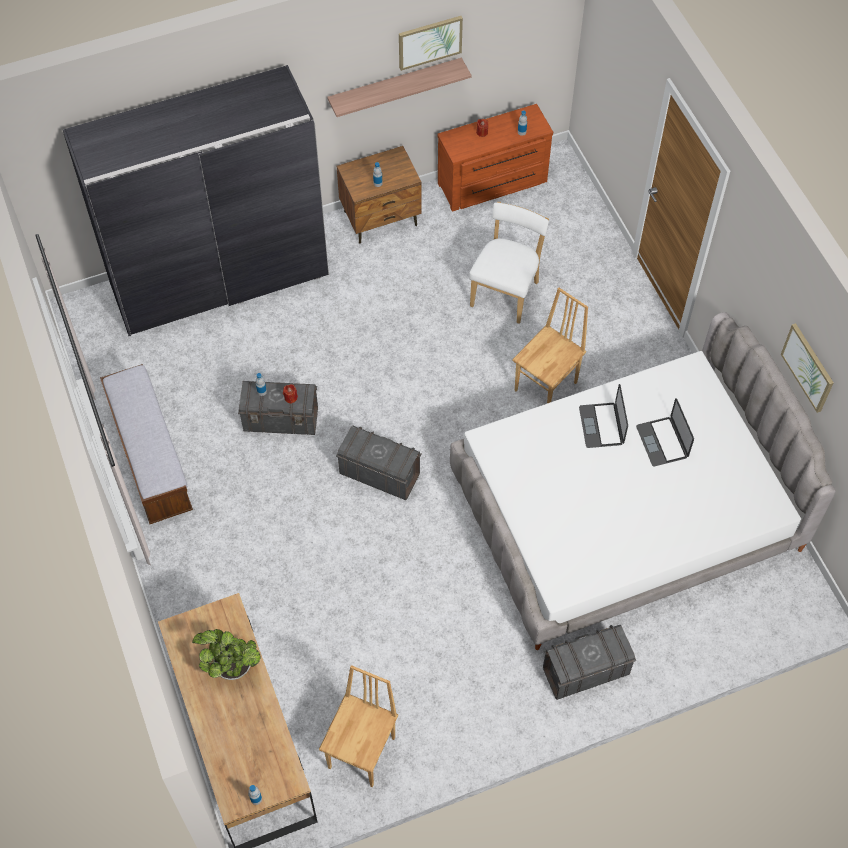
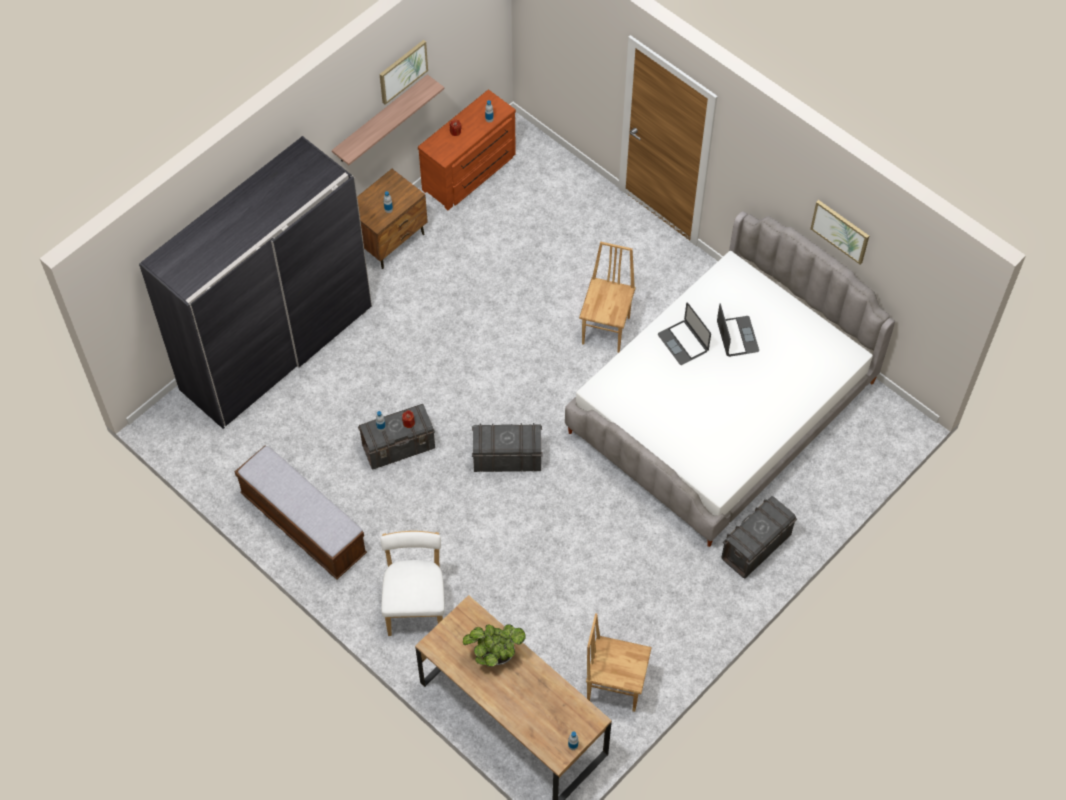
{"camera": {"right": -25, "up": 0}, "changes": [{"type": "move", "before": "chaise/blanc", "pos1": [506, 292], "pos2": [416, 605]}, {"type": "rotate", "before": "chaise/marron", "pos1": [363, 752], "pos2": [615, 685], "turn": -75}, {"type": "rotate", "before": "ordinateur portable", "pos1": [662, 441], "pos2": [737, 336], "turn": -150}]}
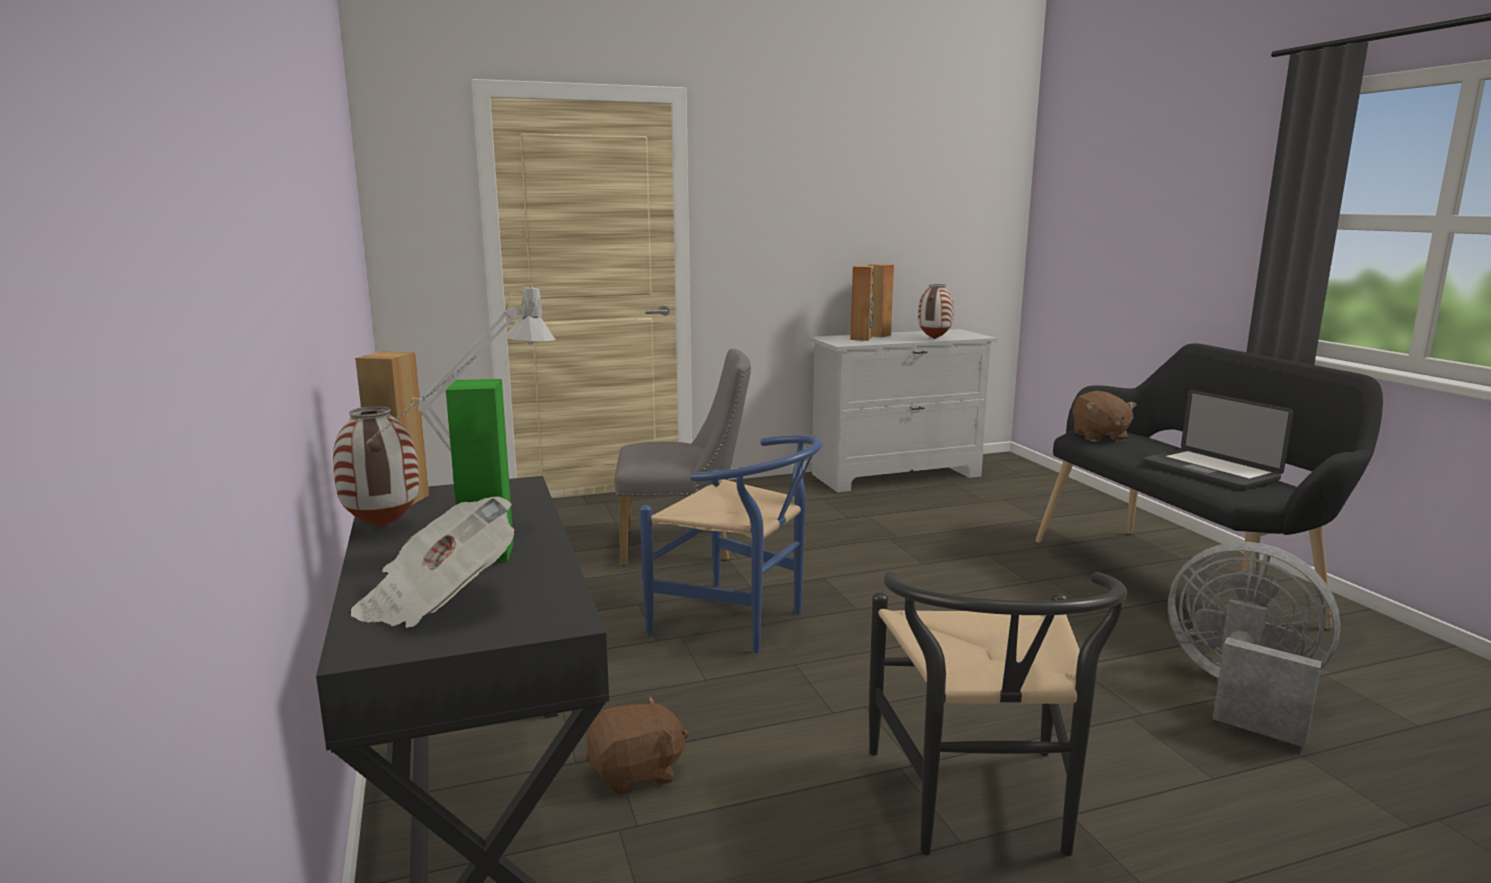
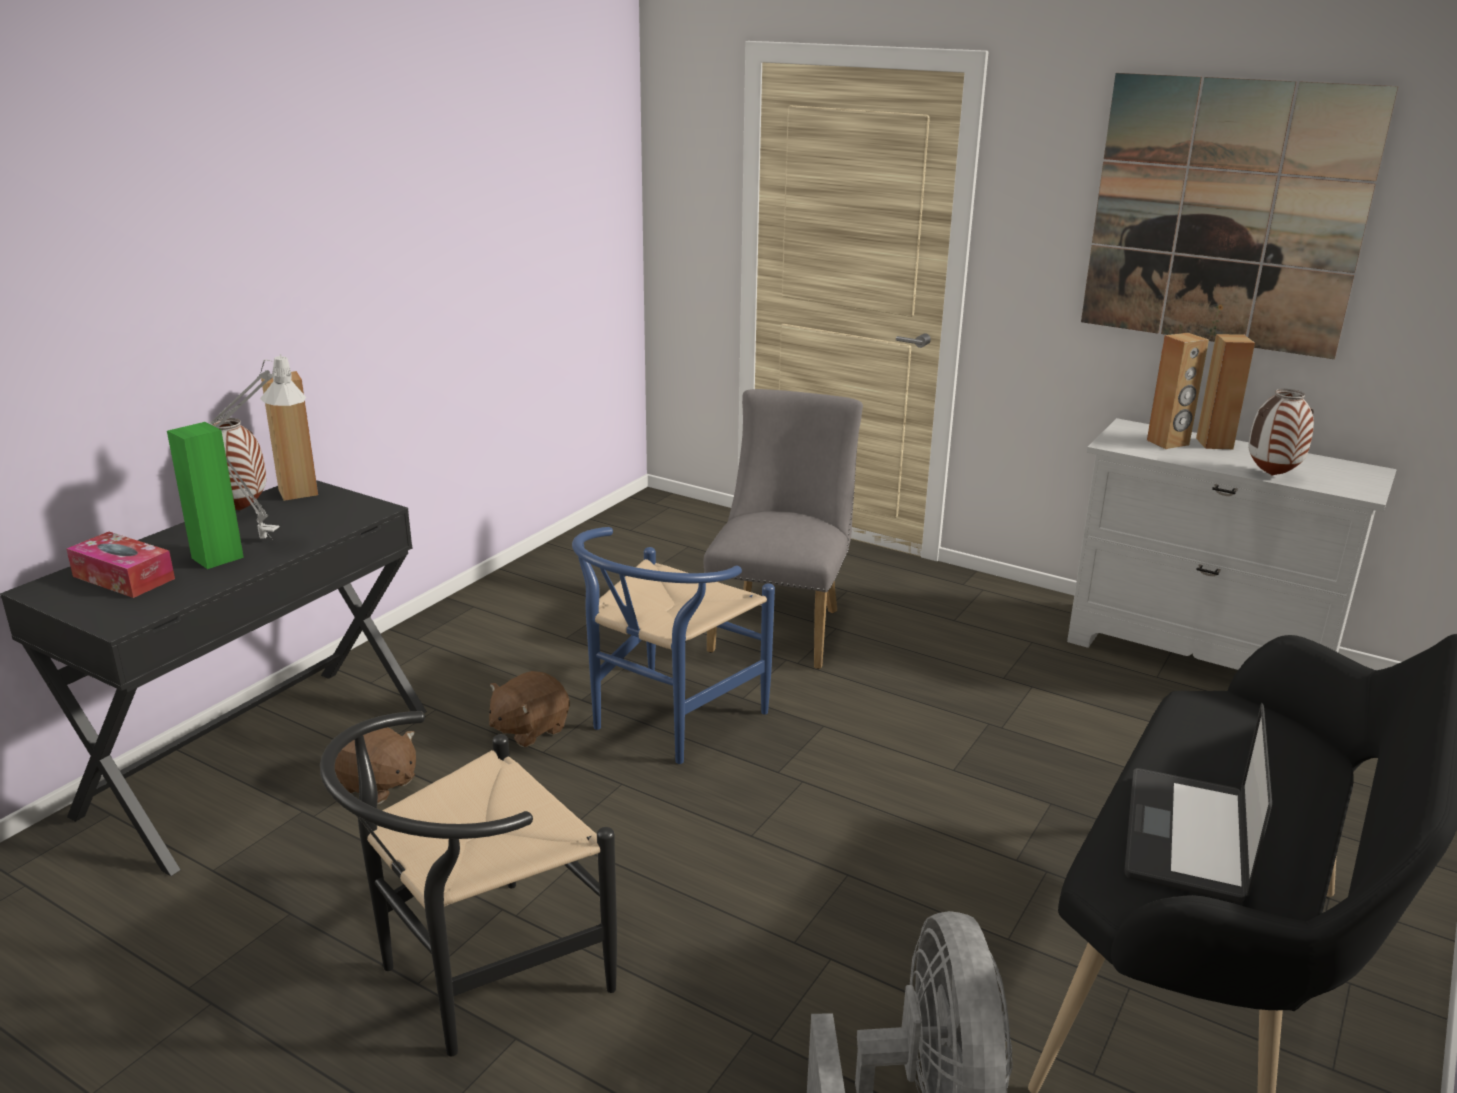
{"camera": {"right": 50, "up": 10}, "changes": [{"type": "insert", "after": "tableau", "pos2": [1225, 214]}, {"type": "move", "before": "peluche/marron", "pos1": [1099, 436], "pos2": [529, 729]}, {"type": "replace", "before": "journal", "after": "boîte à mouchoirs", "pos1": [438, 600], "pos2": [124, 577]}, {"type": "rotate", "before": "chaise/gris", "pos1": [685, 546], "pos2": [781, 626], "turn": -120}, {"type": "rotate", "before": "chaise/bleu", "pos1": [740, 622], "pos2": [665, 722], "turn": 45}]}
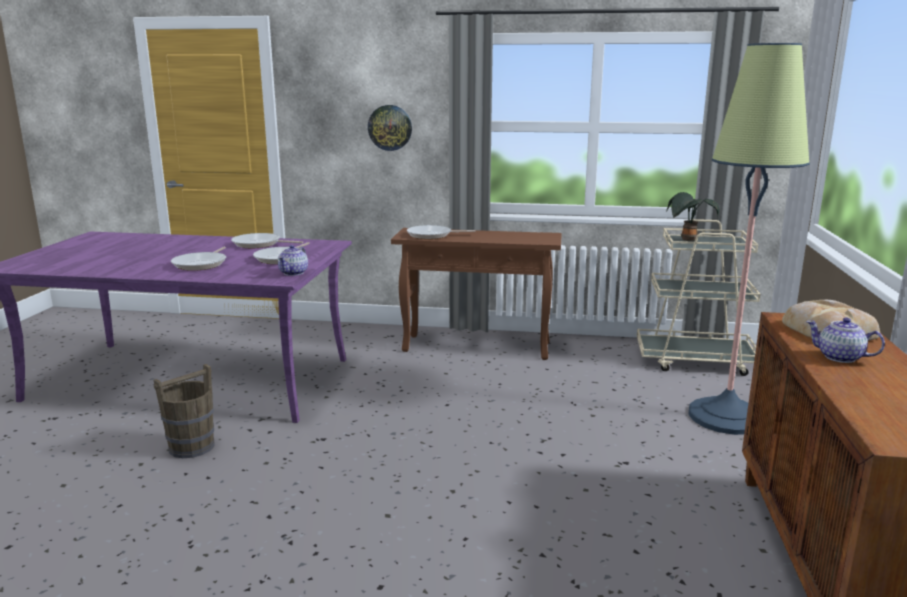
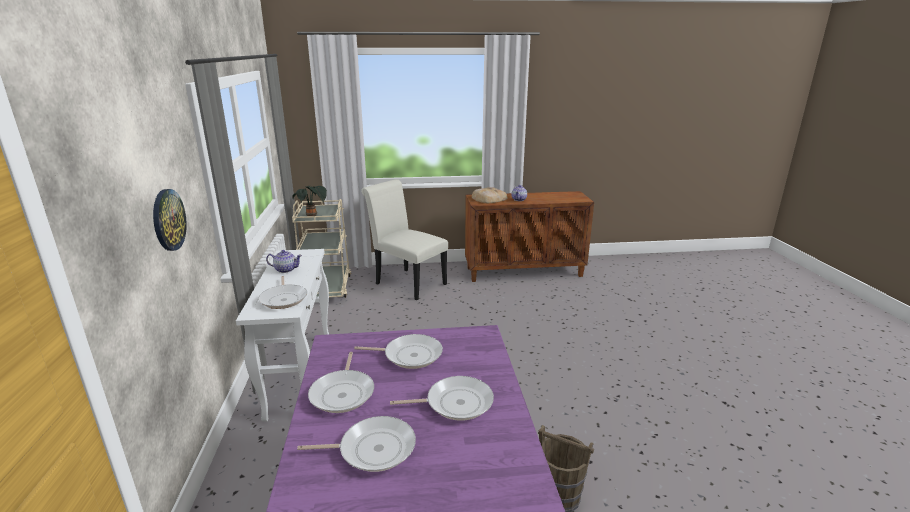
{"camera": {"right": -105, "up": 5}, "changes": [{"type": "insert", "after": "poêle", "pos2": [373, 449]}, {"type": "move", "before": "théière", "pos1": [294, 273], "pos2": [285, 269]}, {"type": "replace", "before": "lampadaire", "after": "chaise/blanc", "pos1": [726, 417], "pos2": [407, 283]}, {"type": "recolor", "before": "table console/marron", "after": "table console/blanc", "pos1": [478, 347], "pos2": [299, 374]}]}
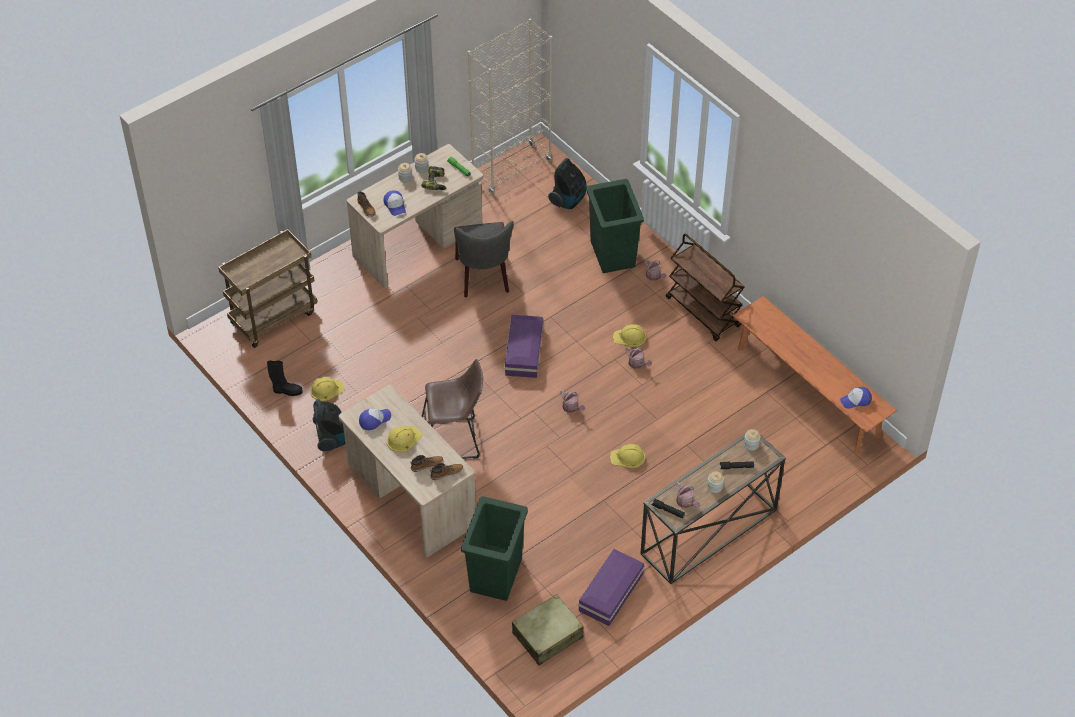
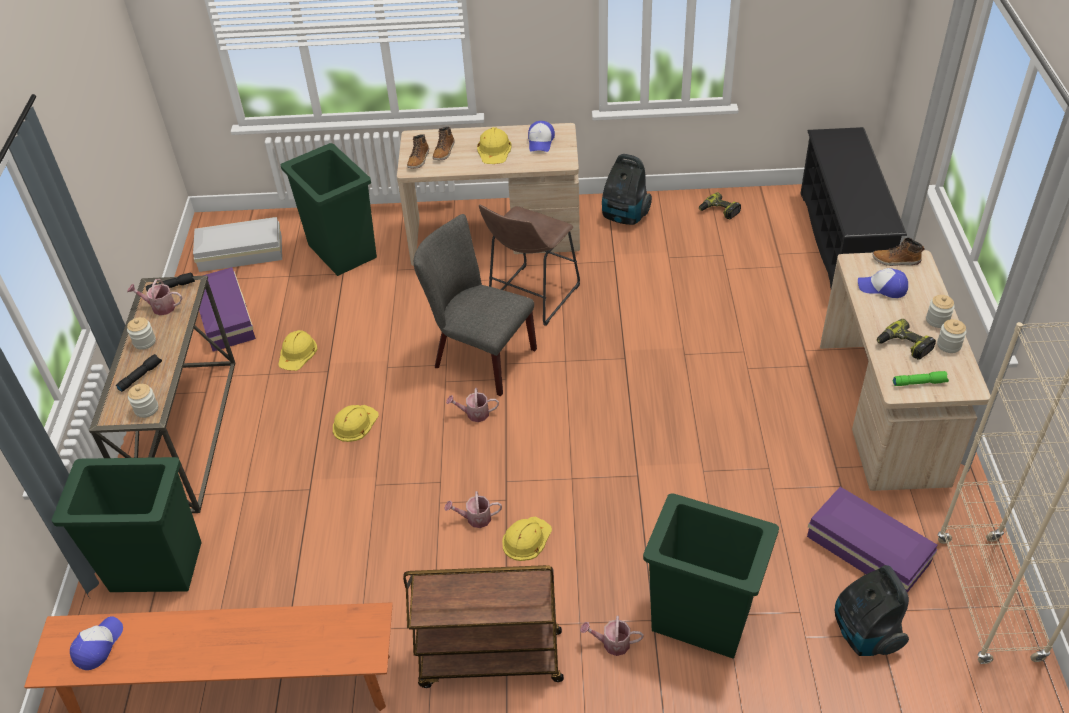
{"camera": {"right": 130, "up": -5}, "changes": [{"type": "insert", "after": "poubelle/vert", "pos2": [155, 566]}, {"type": "move", "before": "casque de chantier/jaune", "pos1": [326, 389], "pos2": [297, 353]}, {"type": "move", "before": "chaise/gris", "pos1": [484, 278], "pos2": [478, 357]}, {"type": "move", "before": "boîte de rangement/violet", "pos1": [525, 351], "pos2": [869, 551]}, {"type": "replace", "before": "chariot/marron", "after": "étagère à chaussures/noir", "pos1": [273, 316], "pos2": [842, 241]}, {"type": "replace", "before": "botte/noir", "after": "perceuse", "pos1": [286, 391], "pos2": [718, 211]}, {"type": "replace", "before": "valise/beige", "after": "boîte de rangement/blanc", "pos1": [548, 635], "pos2": [242, 253]}]}
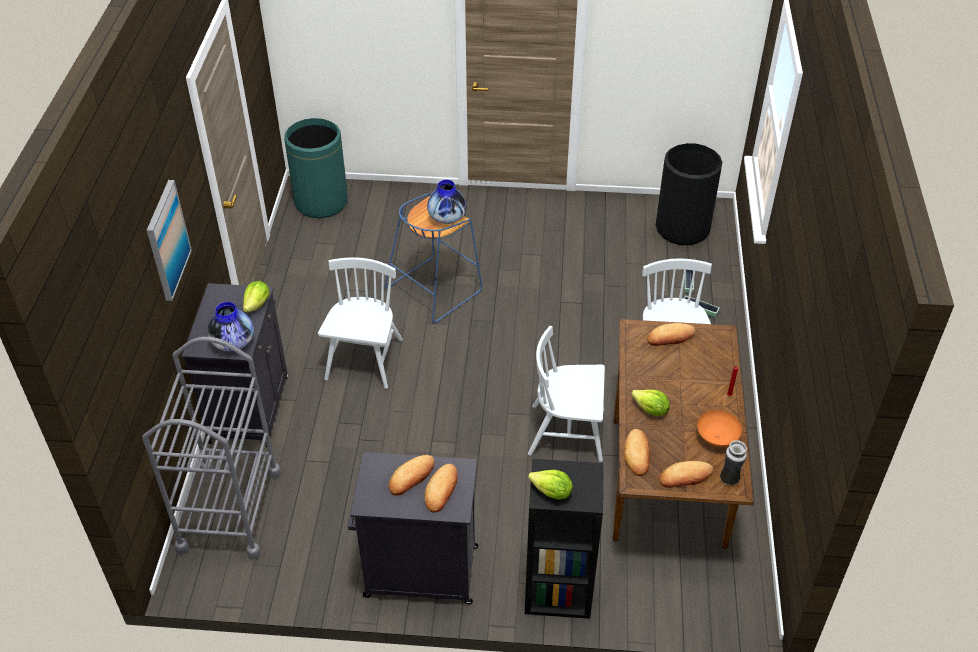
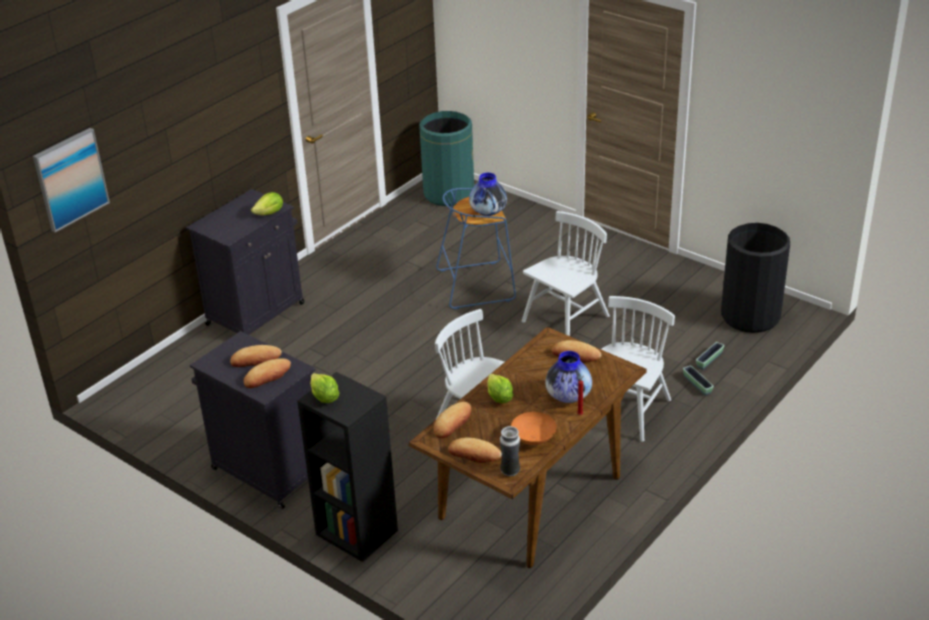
{"camera": {"right": 35, "up": -10}, "changes": [{"type": "delete", "before": "chariot/gris", "pos1": [229, 510]}, {"type": "move", "before": "tableau", "pos1": [167, 240], "pos2": [70, 179]}, {"type": "move", "before": "vase", "pos1": [233, 342], "pos2": [568, 395]}, {"type": "move", "before": "chaise/blanc", "pos1": [364, 359], "pos2": [565, 319]}]}
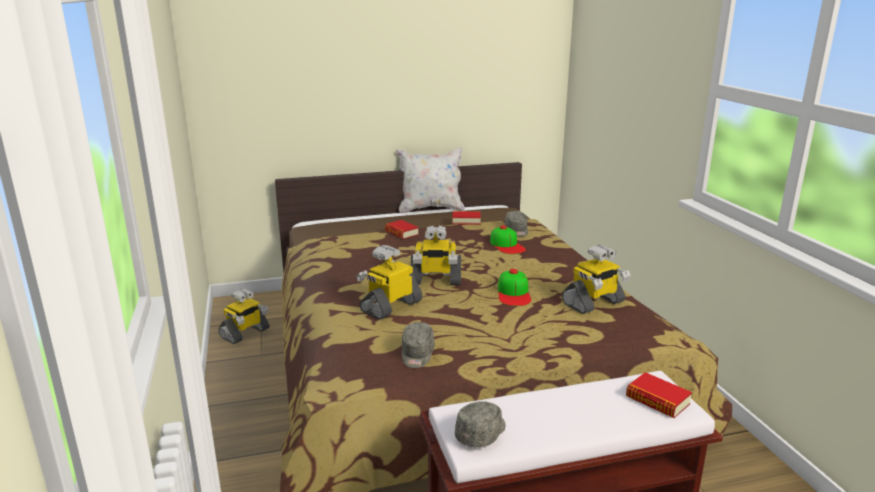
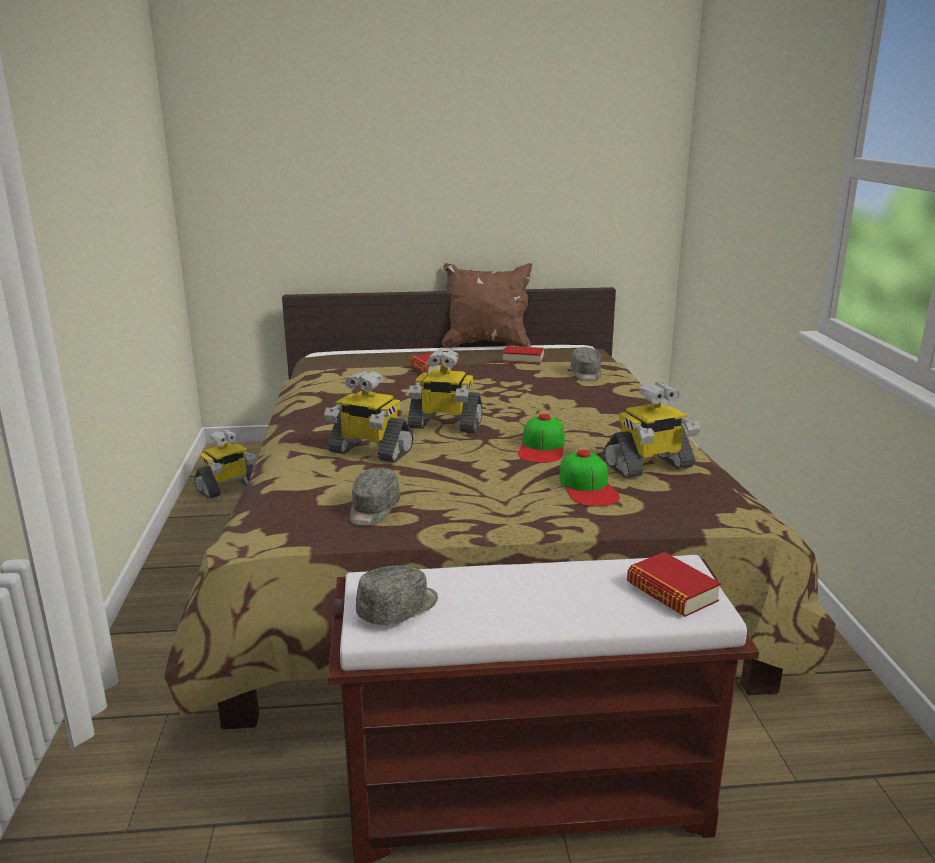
{"camera": {"right": 10, "up": 0}, "changes": [{"type": "move", "before": "casquette", "pos1": [507, 245], "pos2": [588, 487]}, {"type": "recolor", "before": "coussin/blanc", "after": "coussin/marron", "pos1": [430, 209], "pos2": [486, 345]}, {"type": "rotate", "before": "robot jouet", "pos1": [390, 306], "pos2": [369, 451], "turn": -120}]}
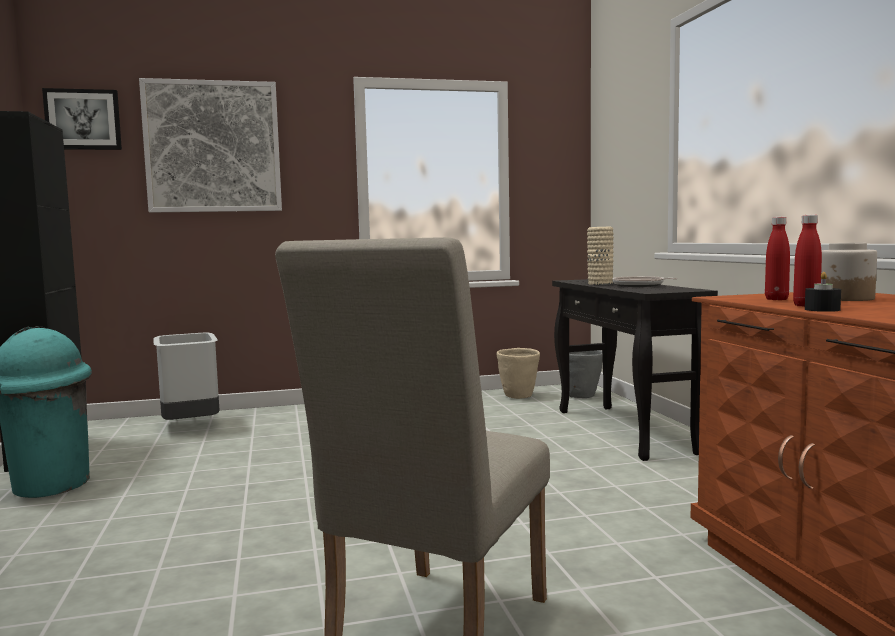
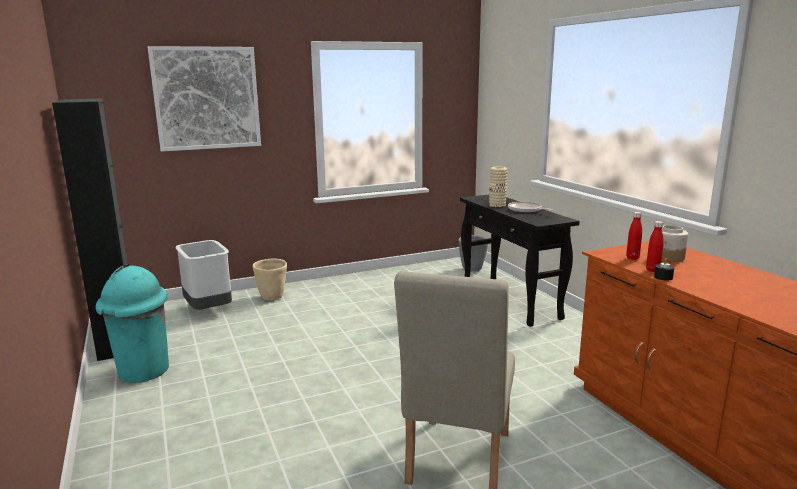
{"camera": {"right": -10, "up": 10}, "changes": [{"type": "delete", "before": "tableau", "pos1": [83, 119]}, {"type": "move", "before": "cache-pot/beige", "pos1": [518, 397], "pos2": [272, 297]}]}
